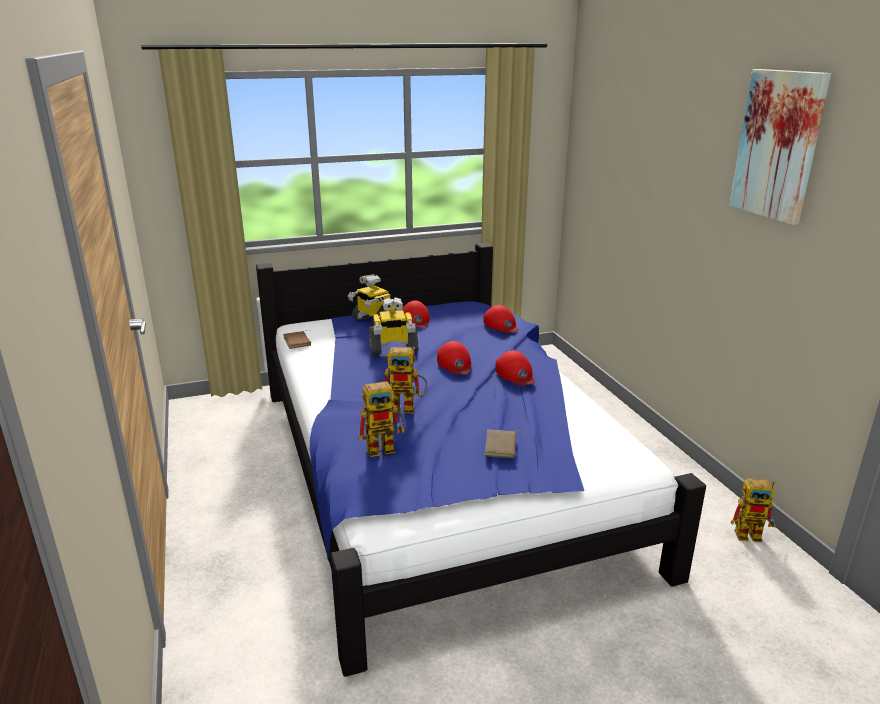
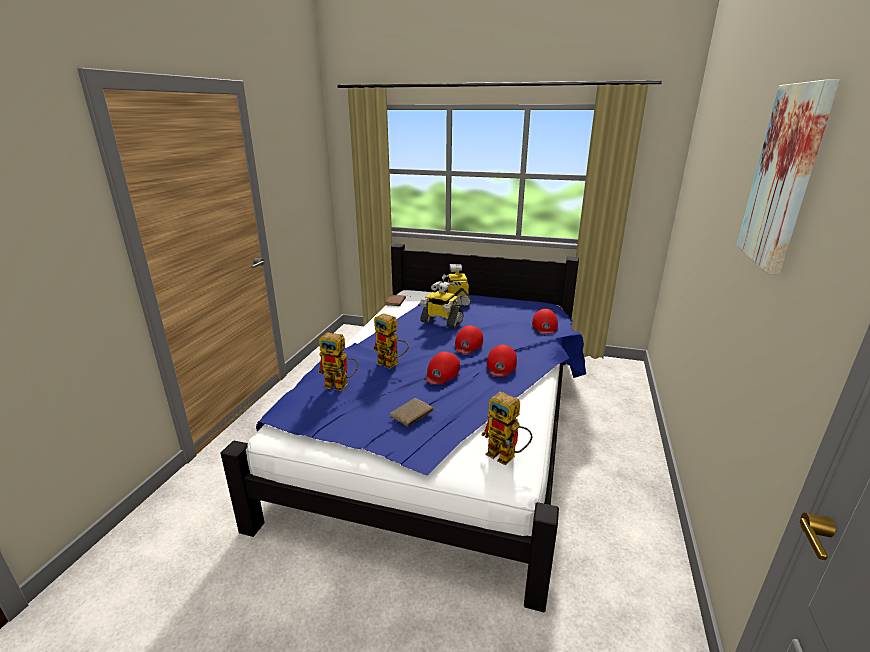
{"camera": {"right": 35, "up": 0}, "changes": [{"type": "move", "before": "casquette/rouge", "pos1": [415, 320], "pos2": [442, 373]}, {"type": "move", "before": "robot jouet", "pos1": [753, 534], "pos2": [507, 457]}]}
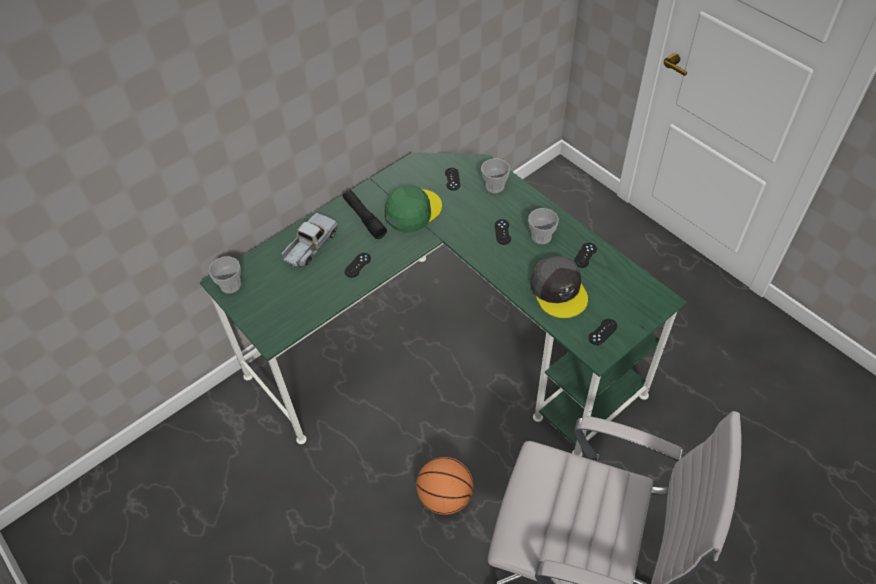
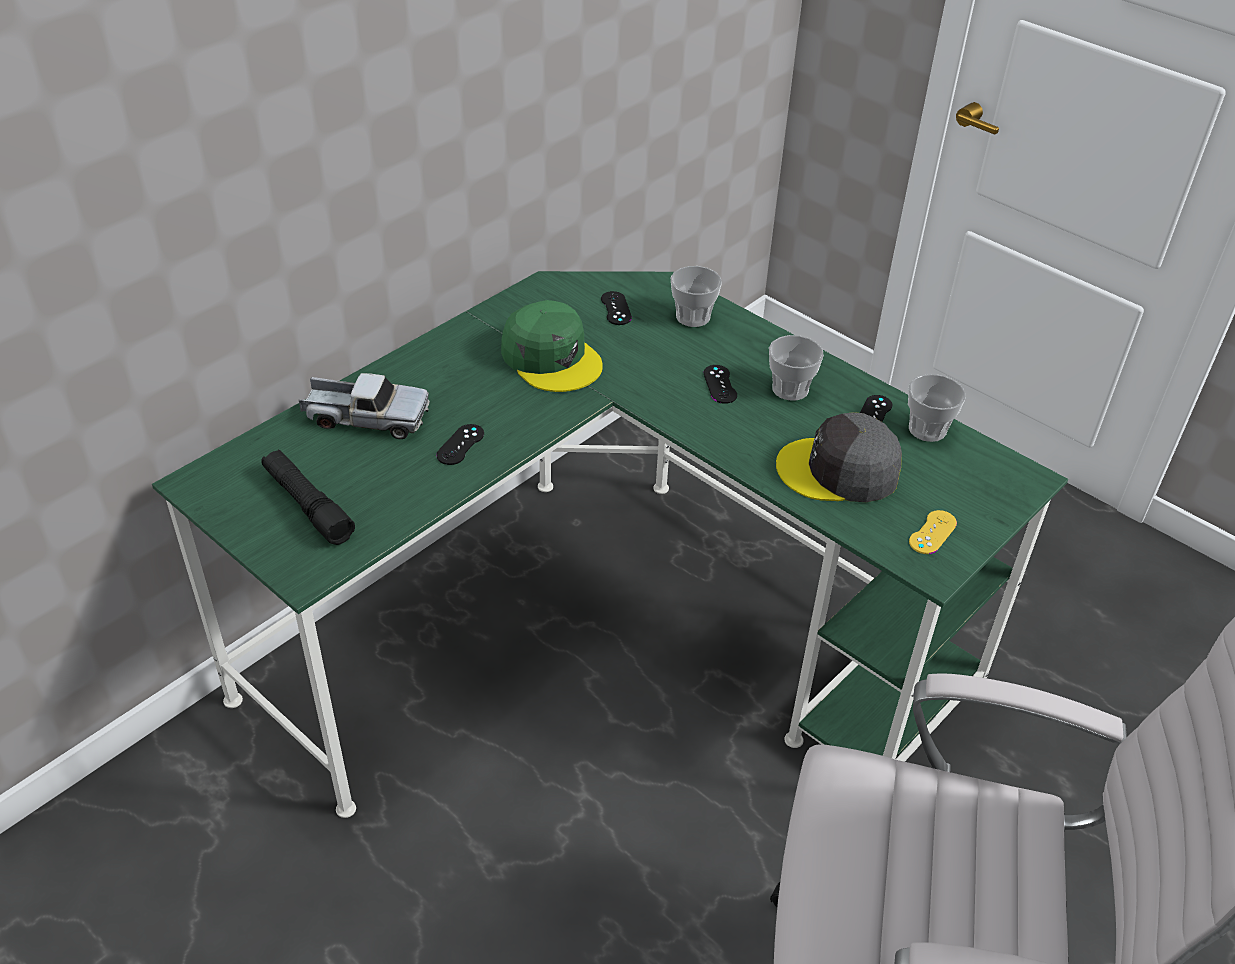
{"camera": {"right": -10, "up": -10}, "changes": [{"type": "delete", "before": "ballon de basket", "pos1": [445, 496]}, {"type": "move", "before": "tasse", "pos1": [230, 285], "pos2": [927, 429]}, {"type": "move", "before": "lampe de poche/noir", "pos1": [364, 218], "pos2": [307, 505]}, {"type": "recolor", "before": "manette/noir", "after": "manette/jaune", "pos1": [602, 332], "pos2": [932, 532]}, {"type": "rotate", "before": "camion jouet", "pos1": [310, 246], "pos2": [366, 418], "turn": 75}, {"type": "rotate", "before": "casquette/vert", "pos1": [412, 211], "pos2": [551, 358], "turn": 105}, {"type": "rotate", "before": "casquette/gris", "pos1": [559, 290], "pos2": [839, 470], "turn": 120}]}
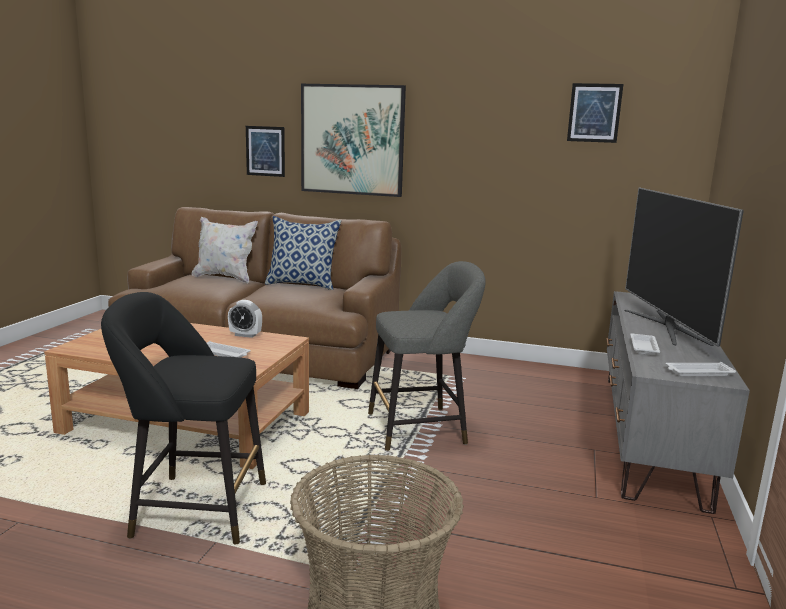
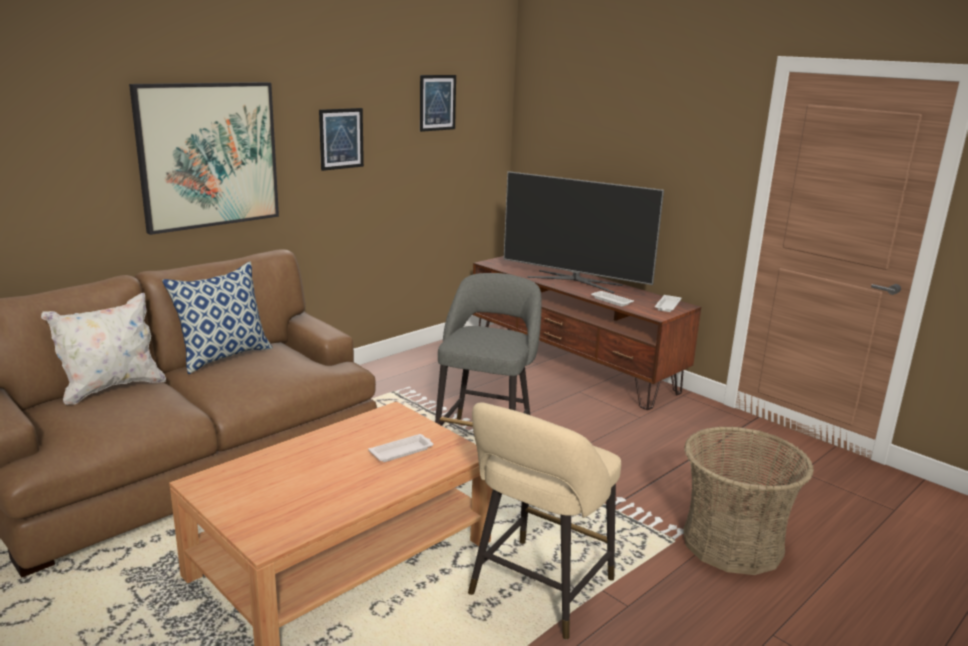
{"camera": {"right": -60, "up": 5}, "changes": [{"type": "delete", "before": "réveil", "pos1": [245, 335]}, {"type": "move", "before": "tableau", "pos1": [265, 151], "pos2": [341, 138]}, {"type": "recolor", "before": "tabouret/noir", "after": "tabouret/beige", "pos1": [193, 508], "pos2": [537, 591]}, {"type": "recolor", "before": "meuble télé/gris", "after": "meuble télé/marron", "pos1": [650, 433], "pos2": [573, 365]}]}
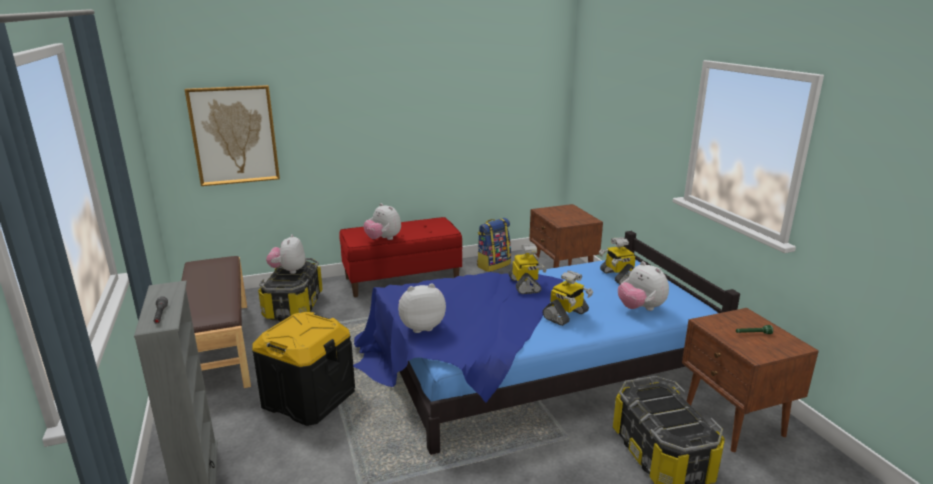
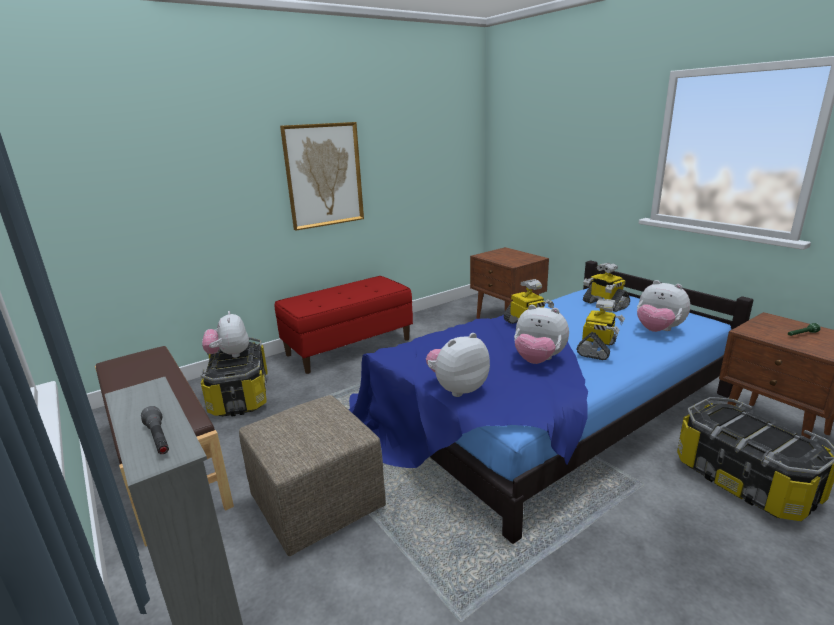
{"camera": {"right": -15, "up": 0}, "changes": [{"type": "delete", "before": "sac à dos", "pos1": [493, 265]}, {"type": "move", "before": "tableau", "pos1": [234, 135], "pos2": [324, 175]}, {"type": "move", "before": "peluche", "pos1": [383, 239], "pos2": [538, 360]}, {"type": "replace", "before": "boîte de rangement/noir", "after": "pouf/beige", "pos1": [309, 398], "pos2": [319, 504]}]}
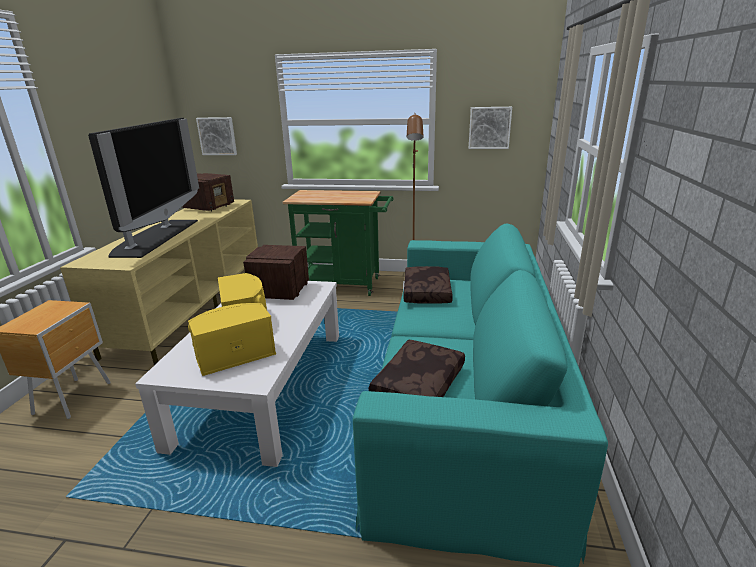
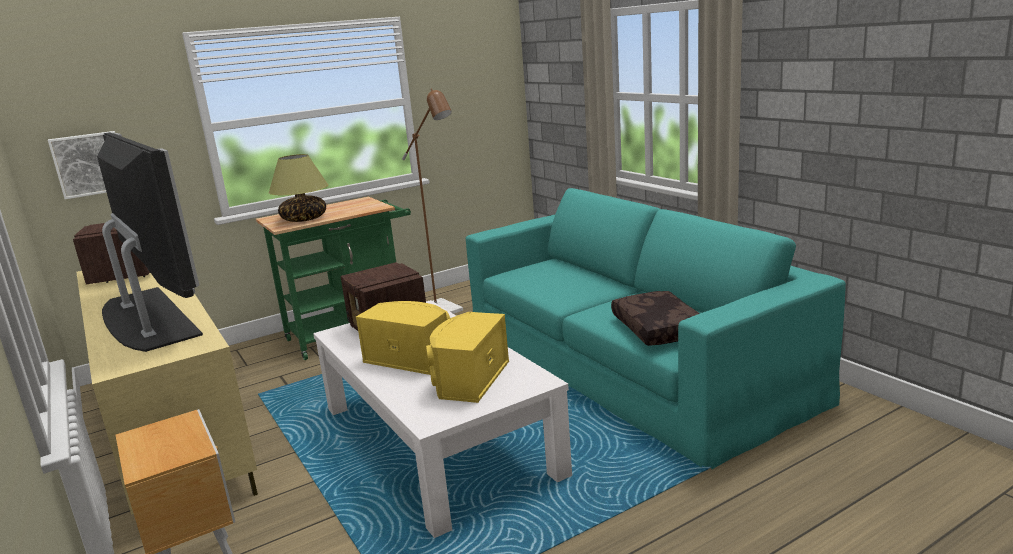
{"camera": {"right": -40, "up": -5}, "changes": [{"type": "delete", "before": "coussin/marron", "pos1": [428, 292]}, {"type": "delete", "before": "tableau", "pos1": [489, 127]}, {"type": "insert", "after": "lampe de table", "pos2": [304, 219]}]}
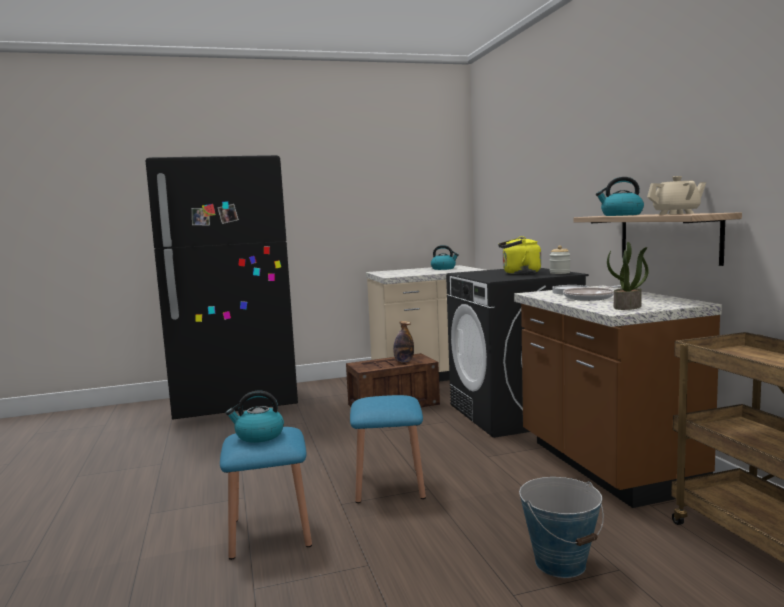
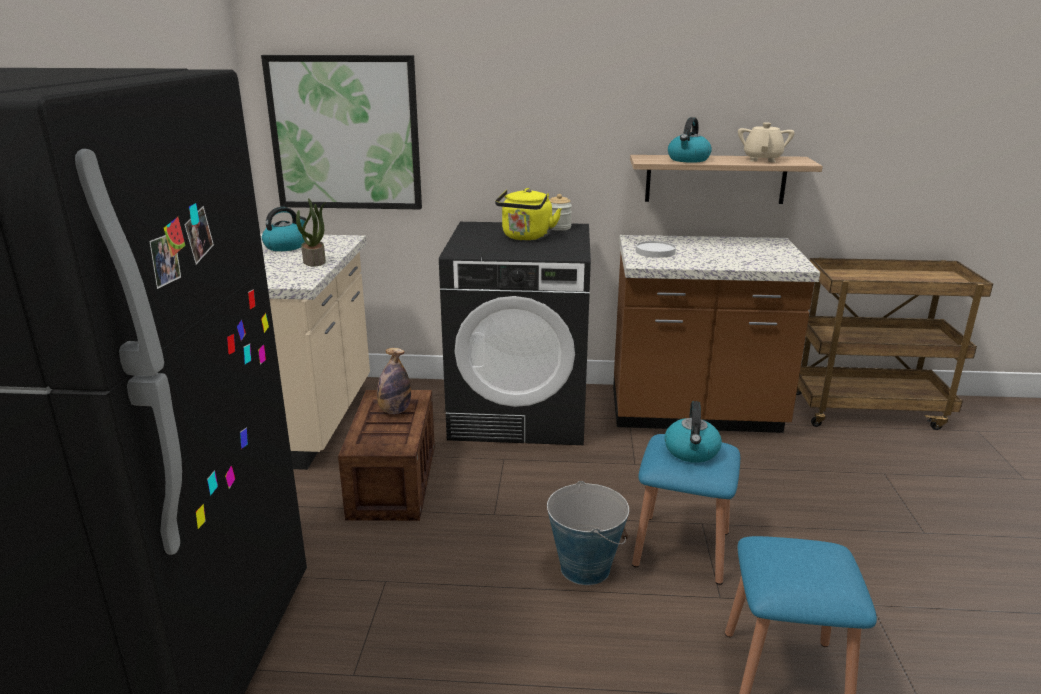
{"camera": {"right": -70, "up": 15}, "changes": [{"type": "delete", "before": "poêle", "pos1": [591, 297]}, {"type": "insert", "after": "tableau", "pos2": [345, 133]}, {"type": "move", "before": "bouilloire", "pos1": [259, 435], "pos2": [692, 452]}, {"type": "move", "before": "seau", "pos1": [560, 563], "pos2": [585, 567]}, {"type": "move", "before": "plante en pot", "pos1": [627, 307], "pos2": [315, 261]}]}
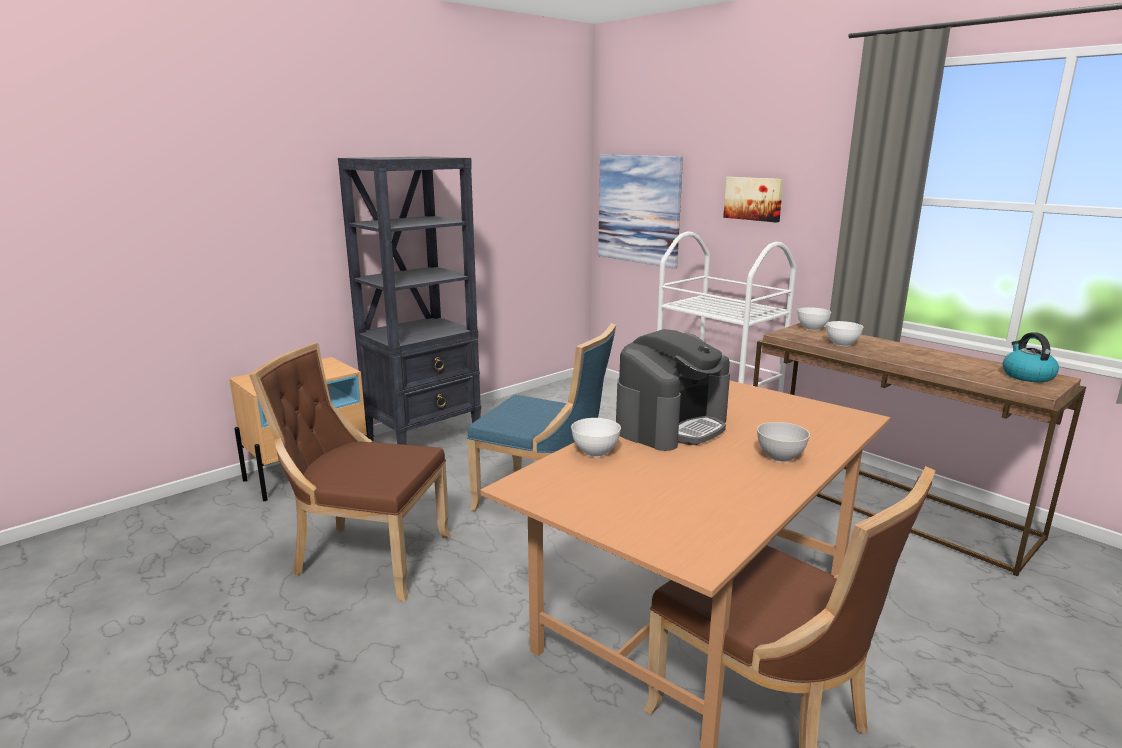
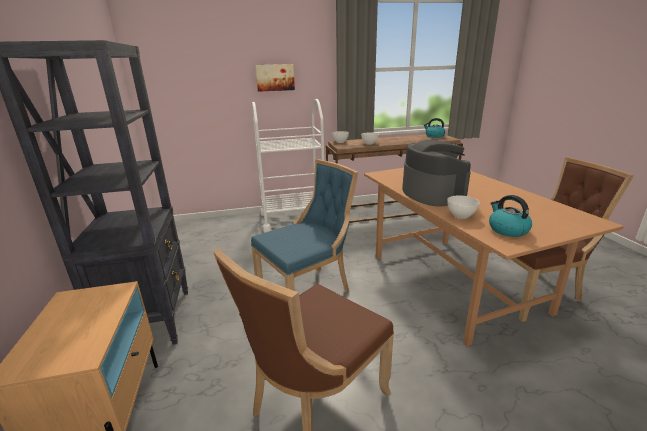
{"camera": {"right": -60, "up": 5}, "changes": [{"type": "delete", "before": "tableau", "pos1": [639, 209]}, {"type": "delete", "before": "bol/gris", "pos1": [780, 457]}, {"type": "insert", "after": "bouilloire", "pos2": [507, 229]}]}
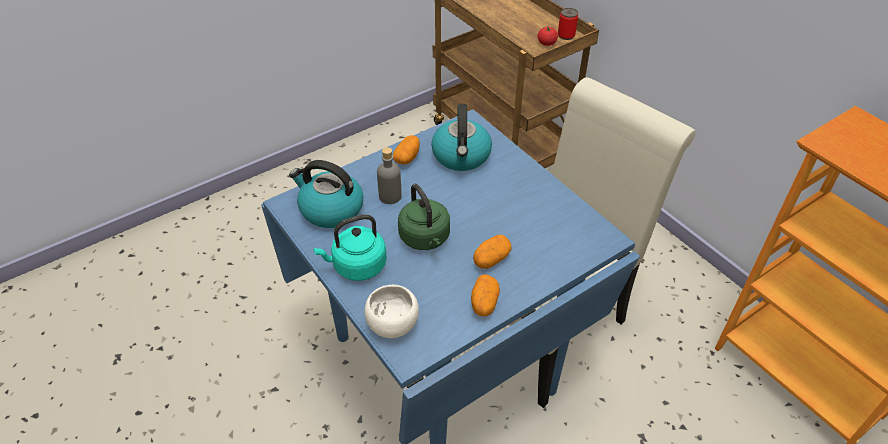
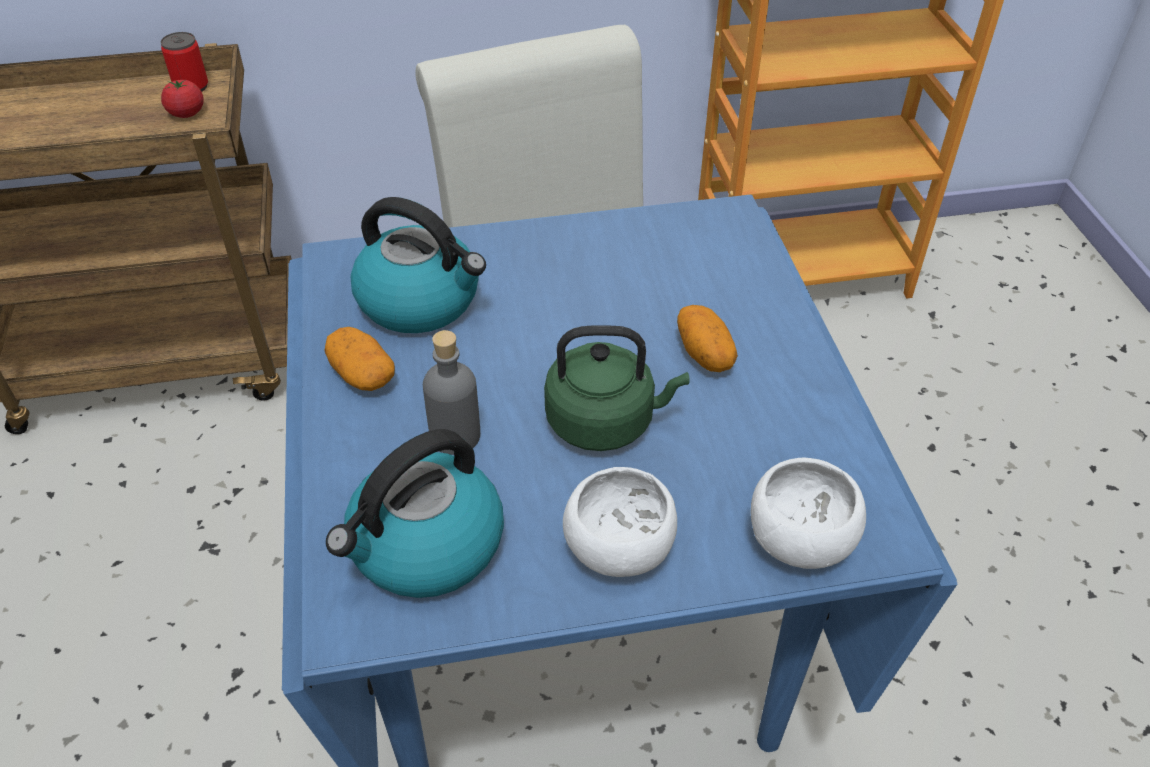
{"camera": {"right": -65, "up": 0}, "changes": [{"type": "delete", "before": "pomme de terre", "pos1": [484, 303]}, {"type": "replace", "before": "bouilloire/turquoise", "after": "bol/blanc", "pos1": [357, 266], "pos2": [621, 550]}]}
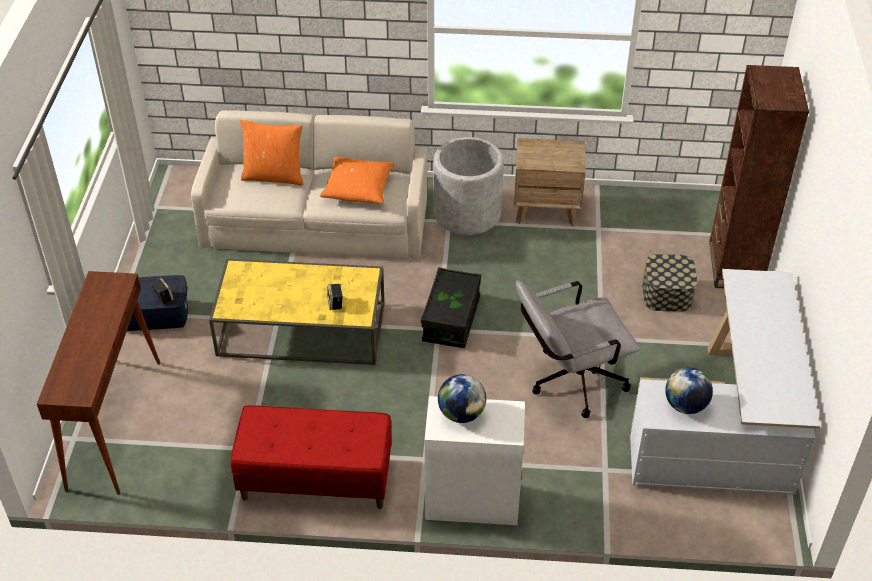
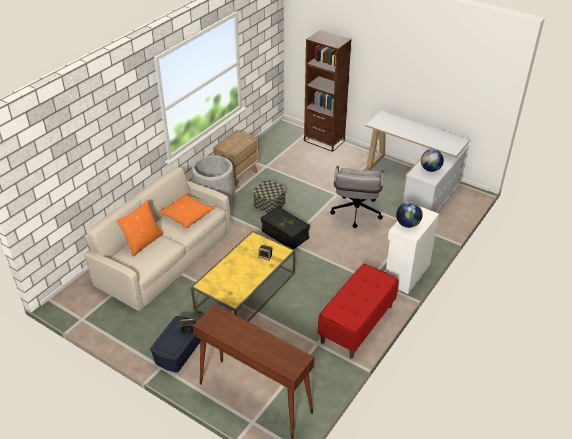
{"camera": {"right": -60, "up": -5}, "changes": [{"type": "move", "before": "boîte de rangement", "pos1": [667, 294], "pos2": [269, 203]}]}
